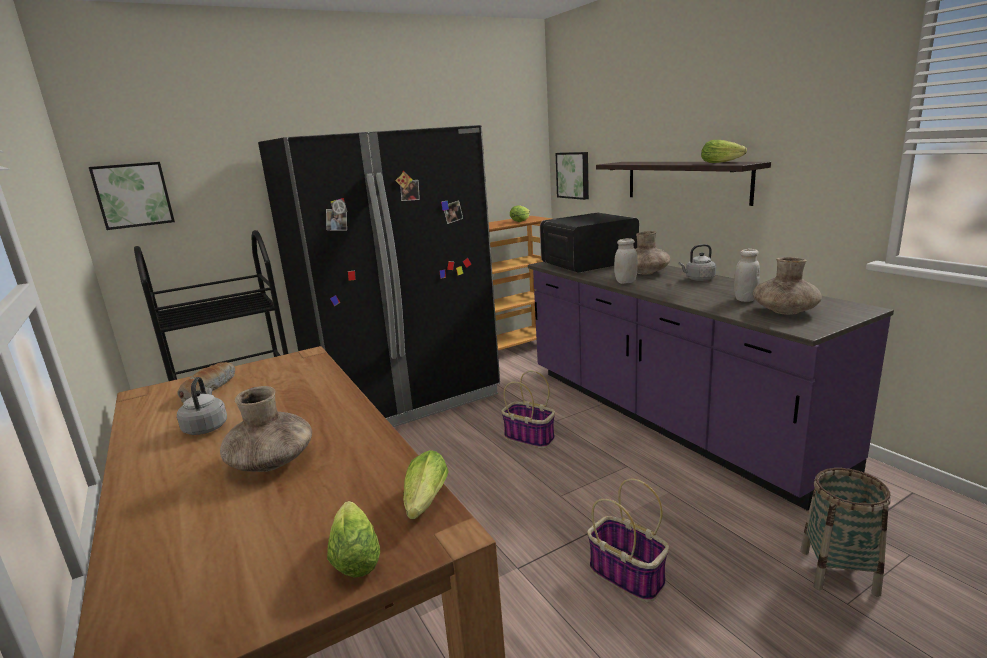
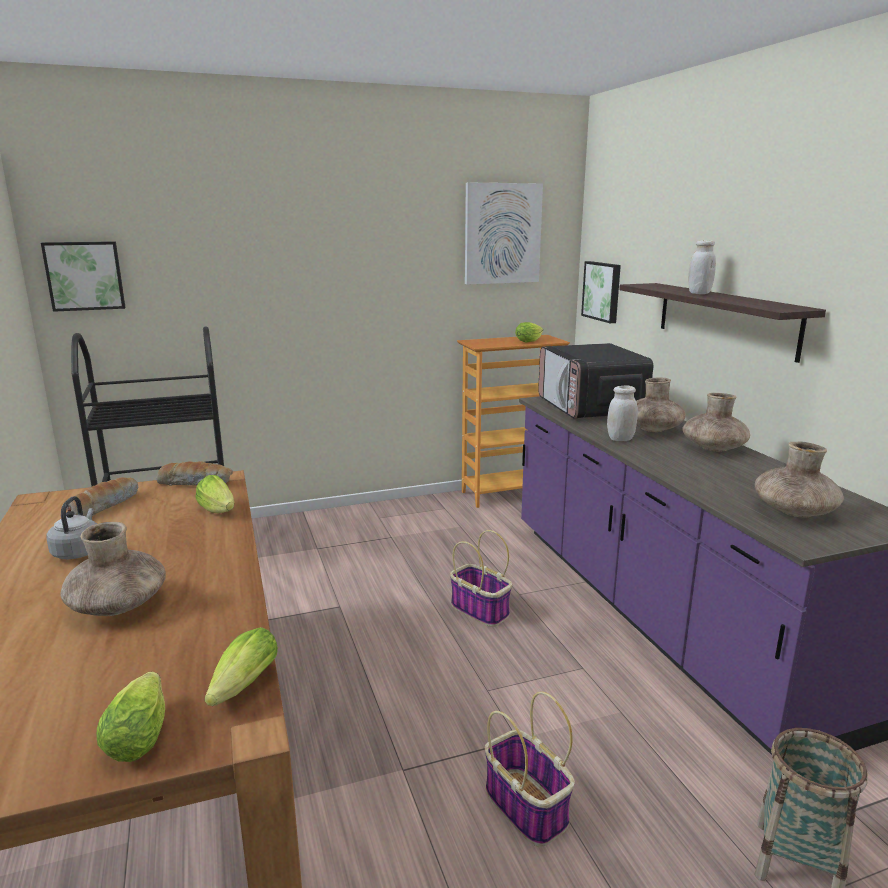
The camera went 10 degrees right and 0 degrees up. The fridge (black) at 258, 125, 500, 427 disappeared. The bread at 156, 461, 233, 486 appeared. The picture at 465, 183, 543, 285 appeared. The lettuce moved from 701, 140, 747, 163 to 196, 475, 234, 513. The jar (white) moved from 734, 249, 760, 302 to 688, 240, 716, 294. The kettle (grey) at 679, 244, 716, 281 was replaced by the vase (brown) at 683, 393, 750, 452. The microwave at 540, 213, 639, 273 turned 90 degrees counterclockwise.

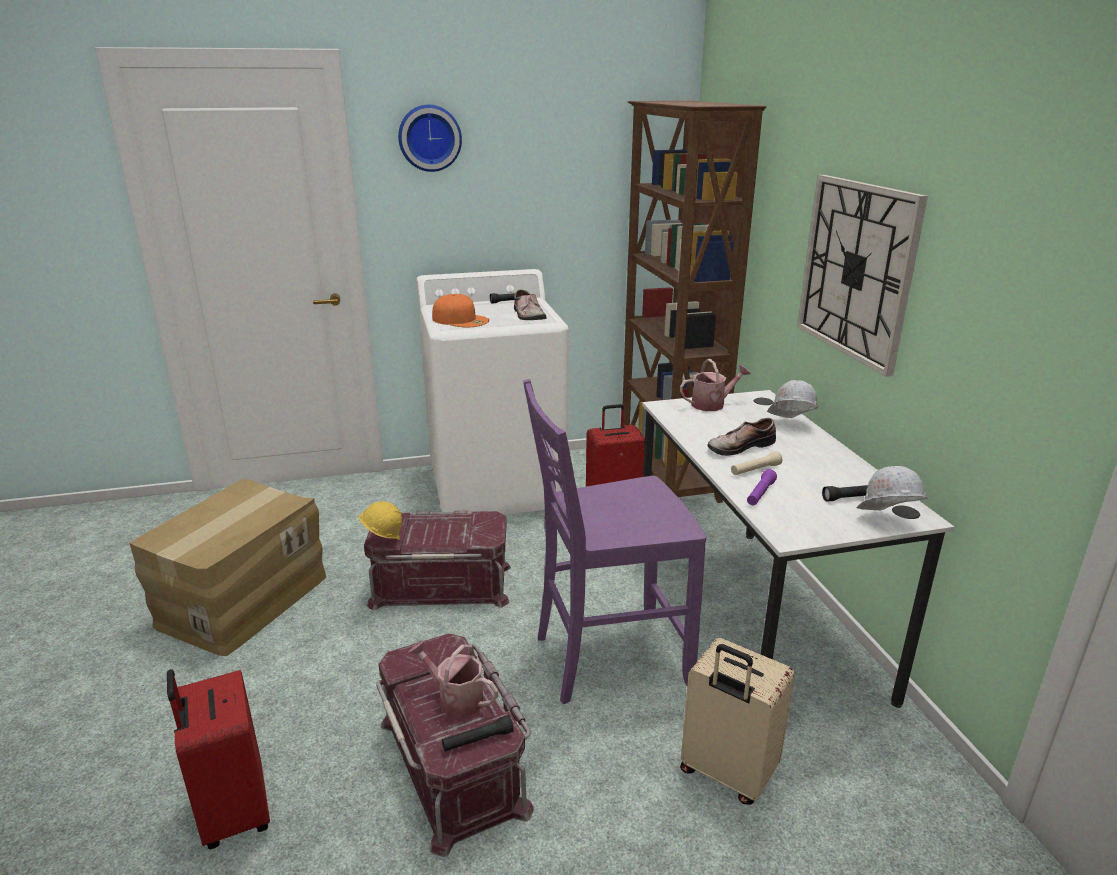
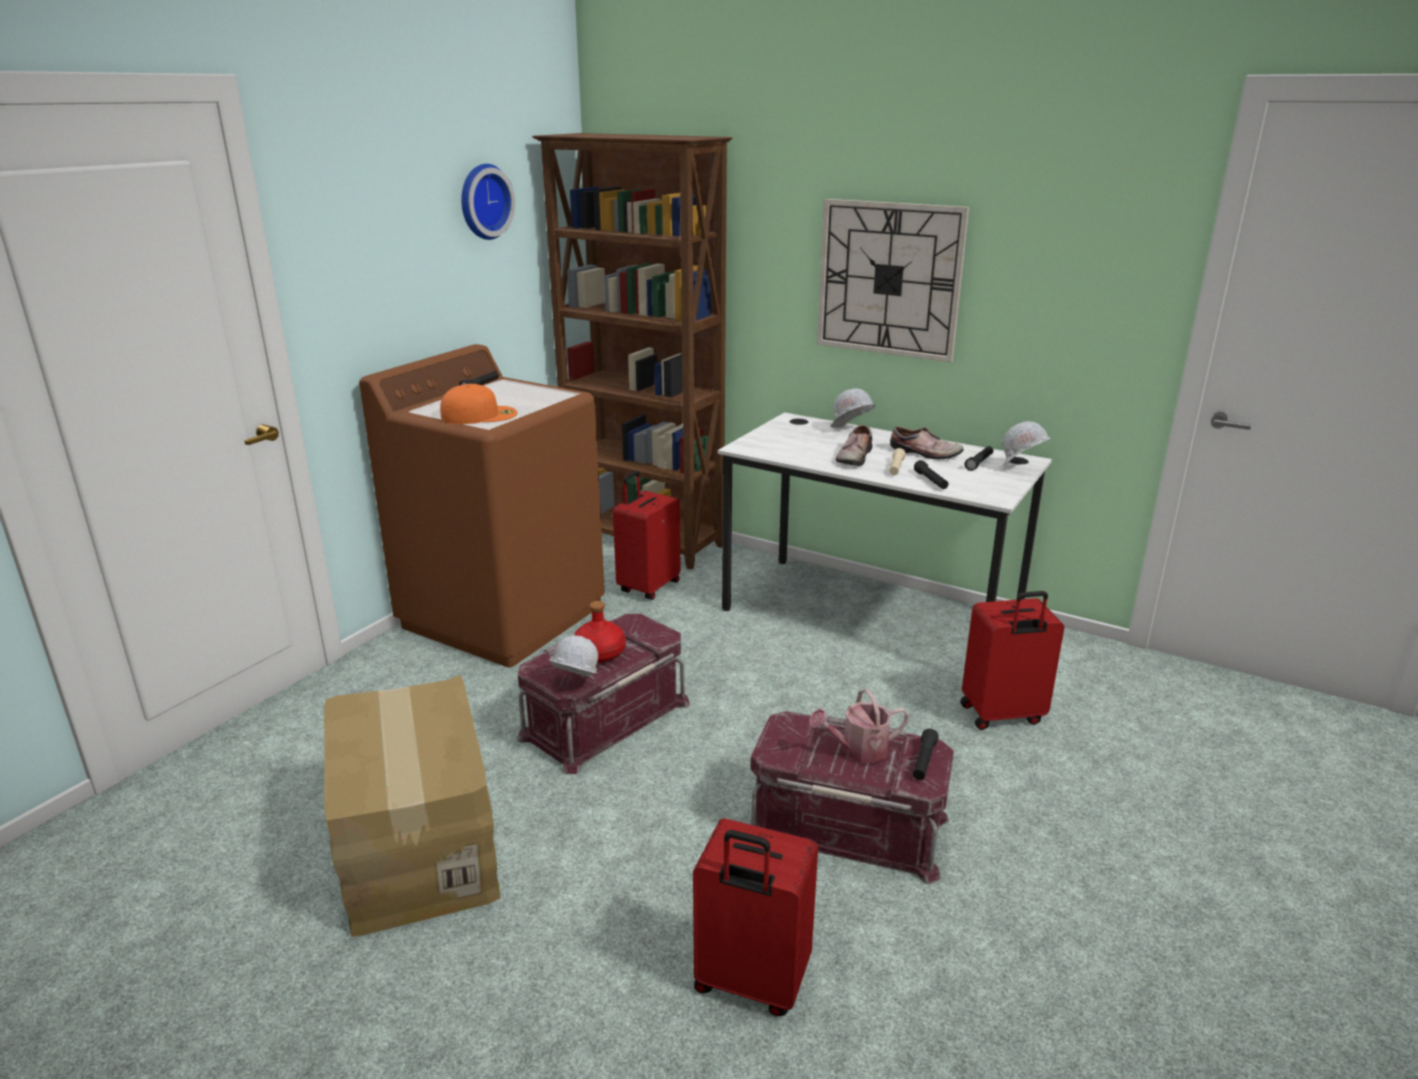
The camera went 45 degrees left and 0 degrees up. The chair (purple) at 523, 379, 706, 704 disappeared. The watering can at 680, 359, 751, 411 disappeared. The bottle (red) at 574, 601, 626, 663 appeared. The wall clock moved from 398, 105, 462, 172 to 461, 164, 515, 240. The shoe moved from 514, 289, 546, 320 to 890, 426, 963, 459. The hard hat (yellow) at 359, 501, 402, 540 became the hard hat (white) at 550, 635, 598, 677. The washing machine (white) at 416, 269, 569, 515 became the washing machine (brown) at 359, 344, 605, 667. The suitcase (beige) at 680, 638, 795, 805 became the suitcase (red) at 961, 591, 1064, 730. The flashlight (purple) at 747, 469, 777, 505 became the flashlight (black) at 914, 460, 949, 489.

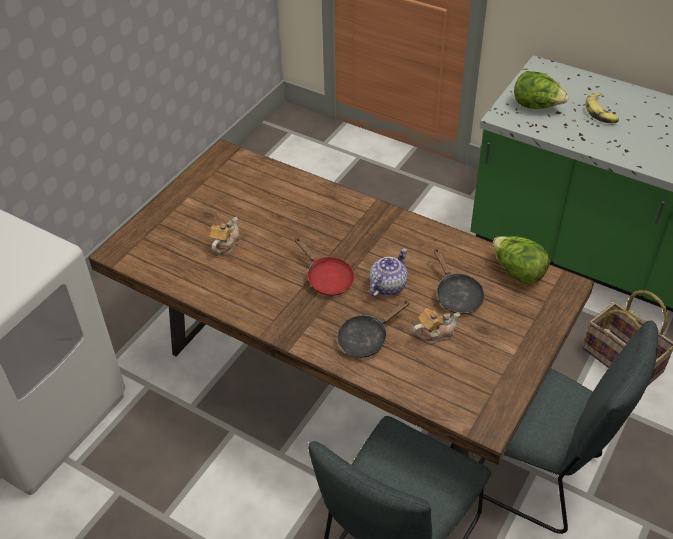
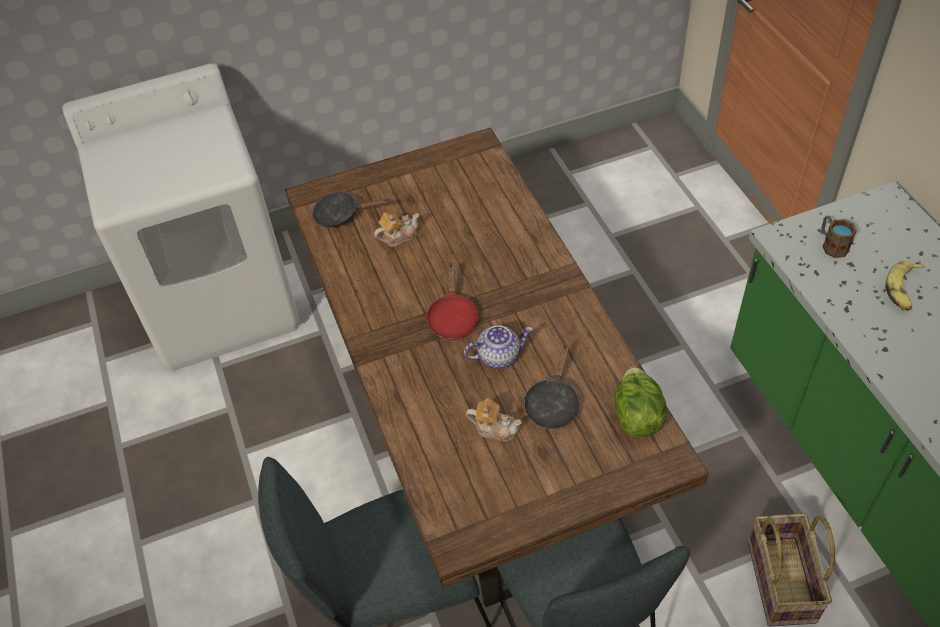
The camera went 40 degrees right and 5 degrees up. The frying pan (black) moved from 337, 300, 410, 358 to 312, 191, 390, 228. The lettuce at 514, 71, 569, 109 was replaced by the mug at 821, 216, 857, 258.

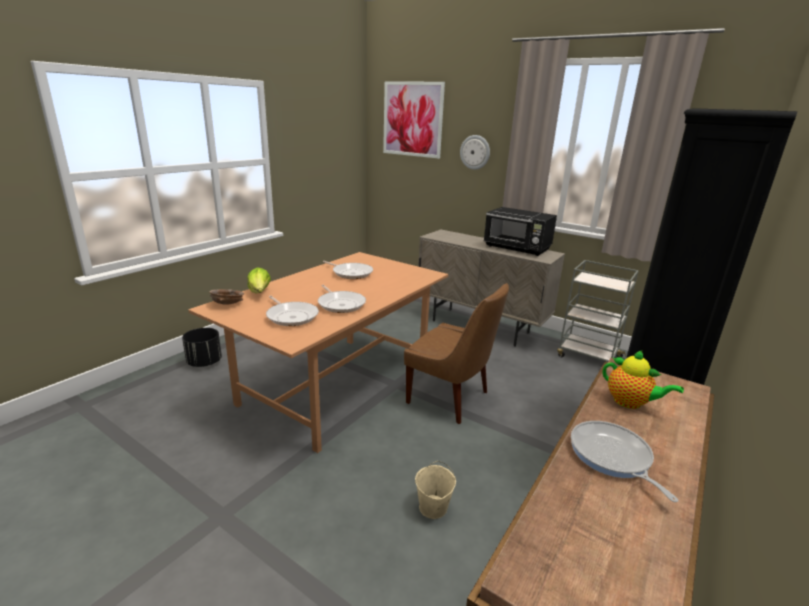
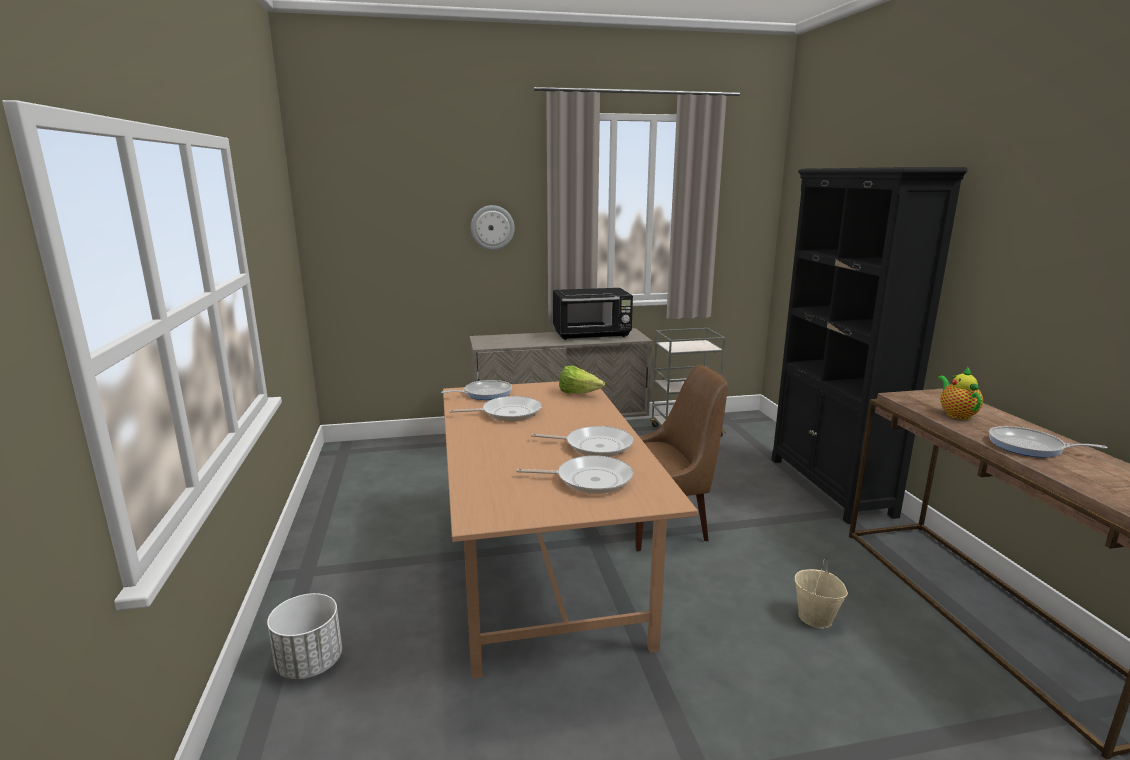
The camera went 45 degrees left and 5 degrees down. The bowl (brown) at 209, 289, 244, 305 disappeared. The picture at 383, 82, 445, 158 disappeared. The frying pan at 441, 380, 512, 400 appeared. The lettuce moved from 247, 268, 271, 293 to 559, 365, 605, 394. The planter (black) at 182, 328, 222, 367 became the planter (white) at 267, 593, 342, 679. The teapot at 602, 350, 684, 409 turned 90 degrees counterclockwise.

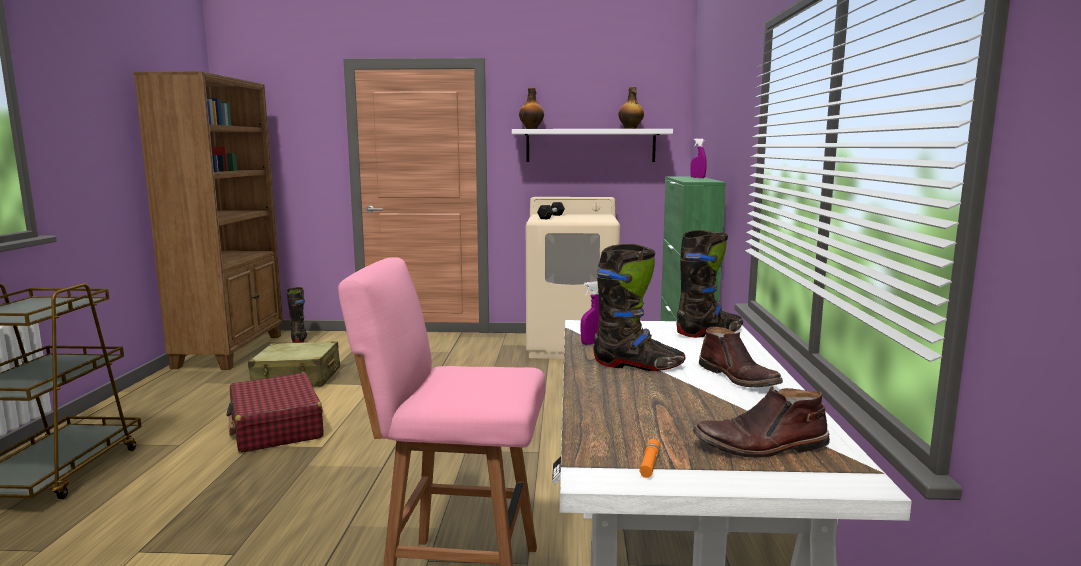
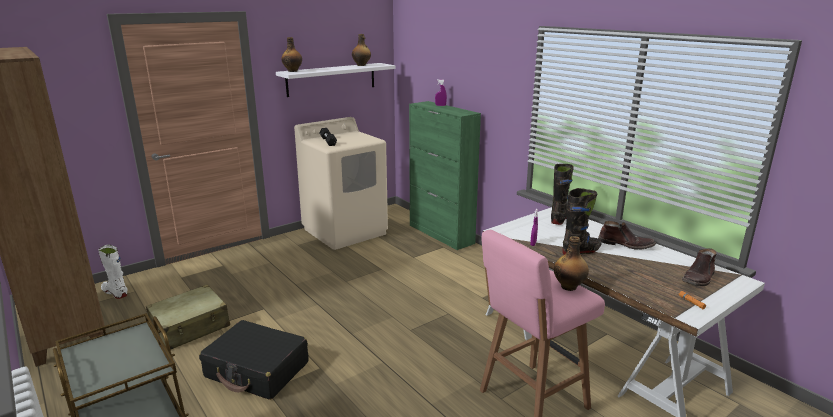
The camera went 40 degrees left and 10 degrees up. The bottle at 554, 236, 589, 291 appeared. The suitcase (red) at 227, 373, 324, 453 became the suitcase (black) at 199, 320, 309, 400. The boot (black) at 286, 287, 307, 343 became the boot (white) at 98, 245, 128, 299.

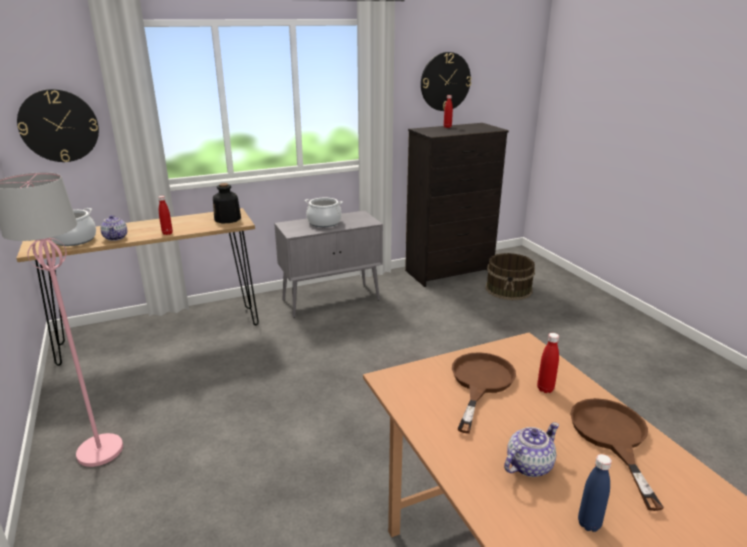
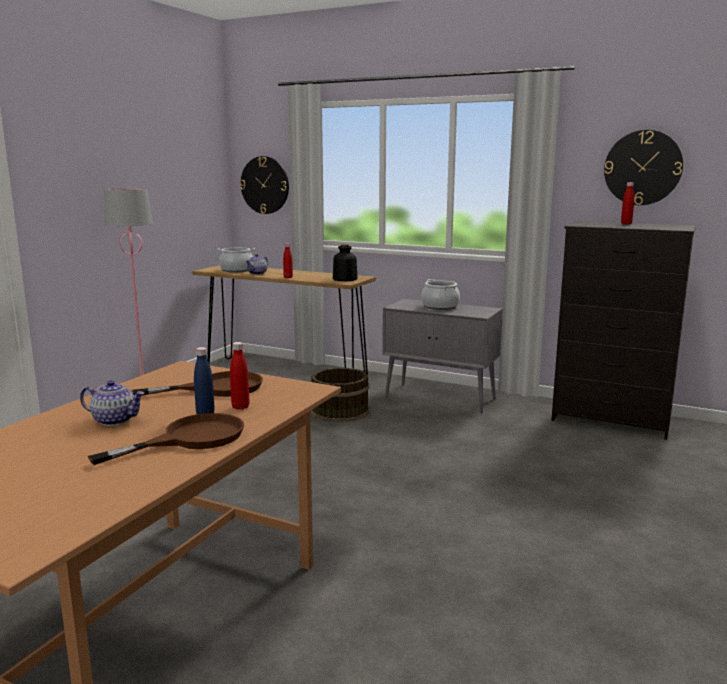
The camera went 50 degrees right and 10 degrees down. The bucket (brown) moved from 485, 253, 535, 300 to 311, 368, 369, 422. The bottle (blue) moved from 578, 454, 612, 532 to 194, 347, 215, 414.

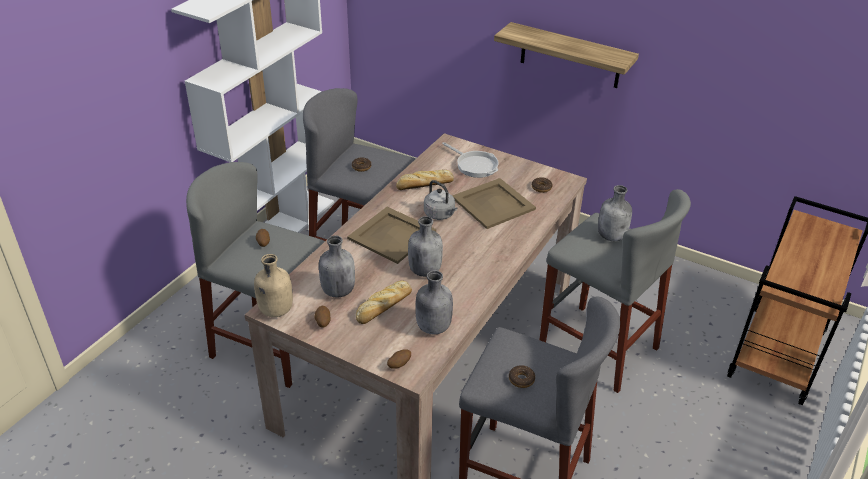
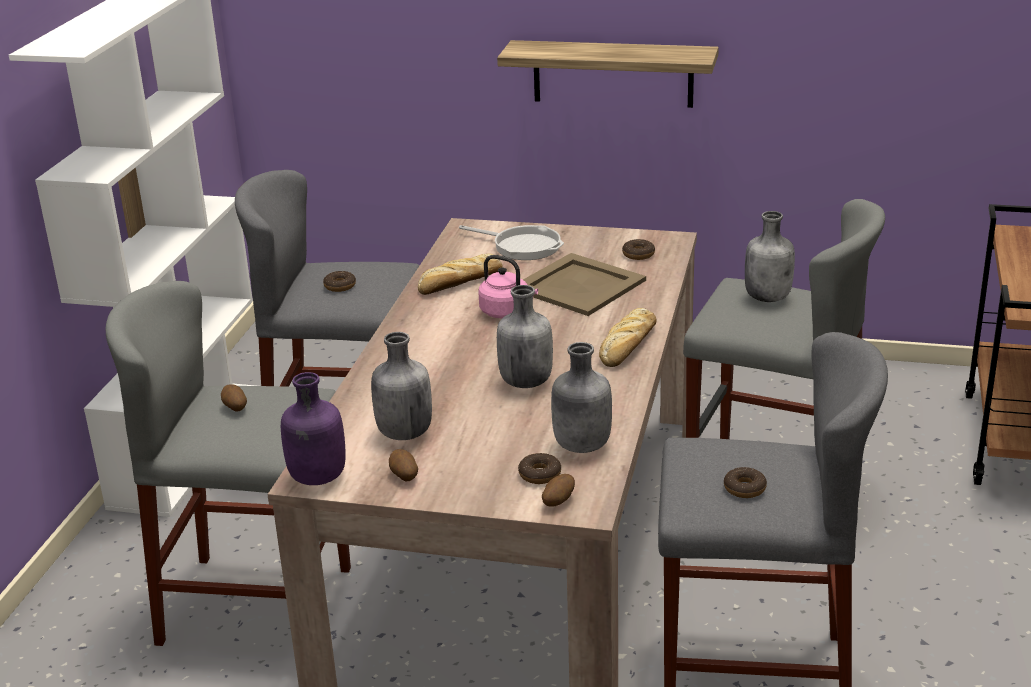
The camera went 15 degrees left and 10 degrees down. The tray (beige) at 347, 207, 436, 264 disappeared. The donut at 518, 453, 561, 484 appeared. The bread moved from 356, 280, 412, 324 to 599, 308, 657, 367. The bottle (beige) at 254, 254, 293, 317 became the bottle (purple) at 281, 372, 346, 485. The kettle (grey) at 424, 180, 457, 220 became the kettle (pink) at 479, 255, 538, 319.

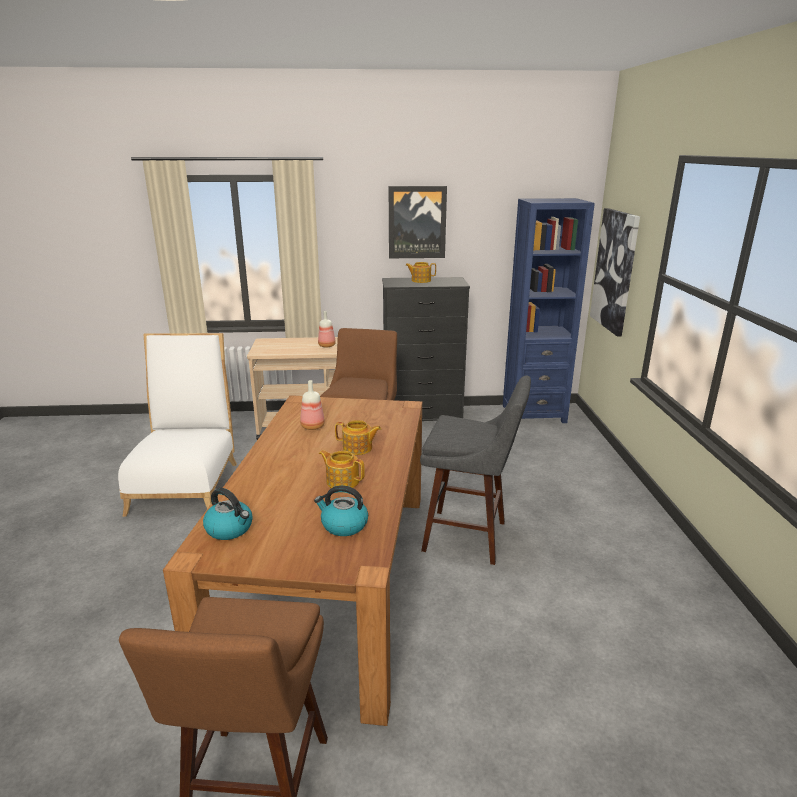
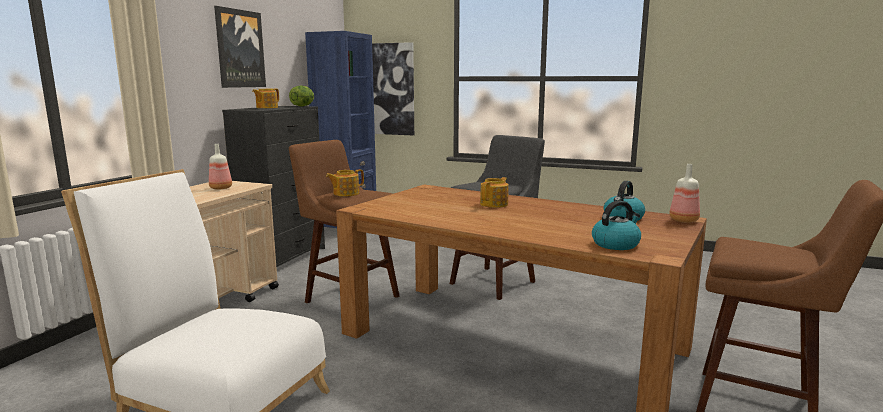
The camera went 65 degrees left and 10 degrees down. The lettuce at 289, 85, 314, 107 appeared. The bottle moved from 300, 380, 325, 430 to 669, 164, 700, 222. The teapot moved from 319, 450, 365, 488 to 326, 169, 364, 196.

